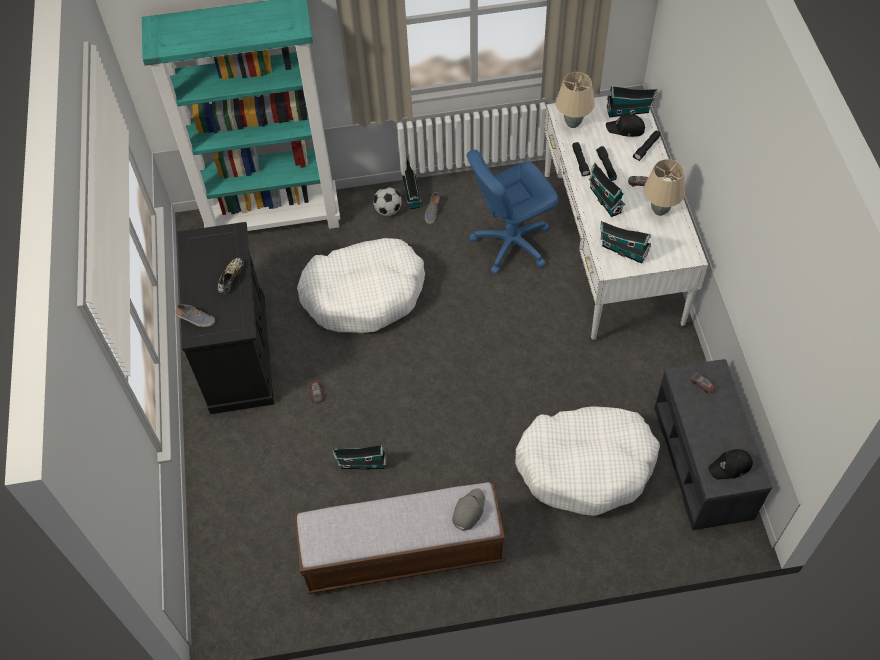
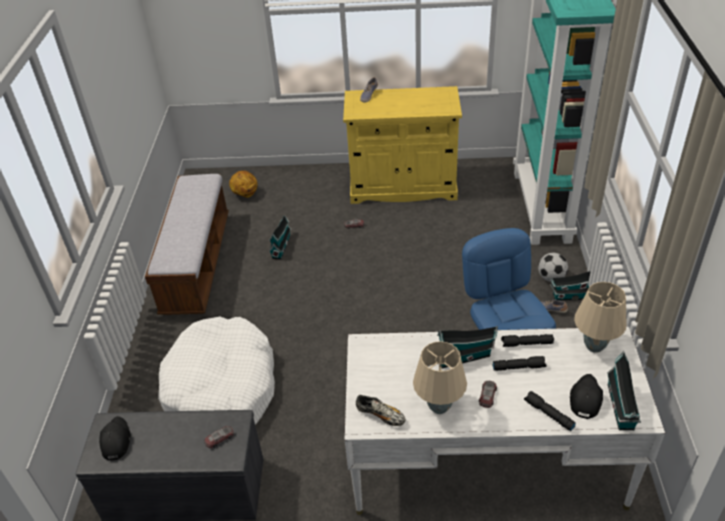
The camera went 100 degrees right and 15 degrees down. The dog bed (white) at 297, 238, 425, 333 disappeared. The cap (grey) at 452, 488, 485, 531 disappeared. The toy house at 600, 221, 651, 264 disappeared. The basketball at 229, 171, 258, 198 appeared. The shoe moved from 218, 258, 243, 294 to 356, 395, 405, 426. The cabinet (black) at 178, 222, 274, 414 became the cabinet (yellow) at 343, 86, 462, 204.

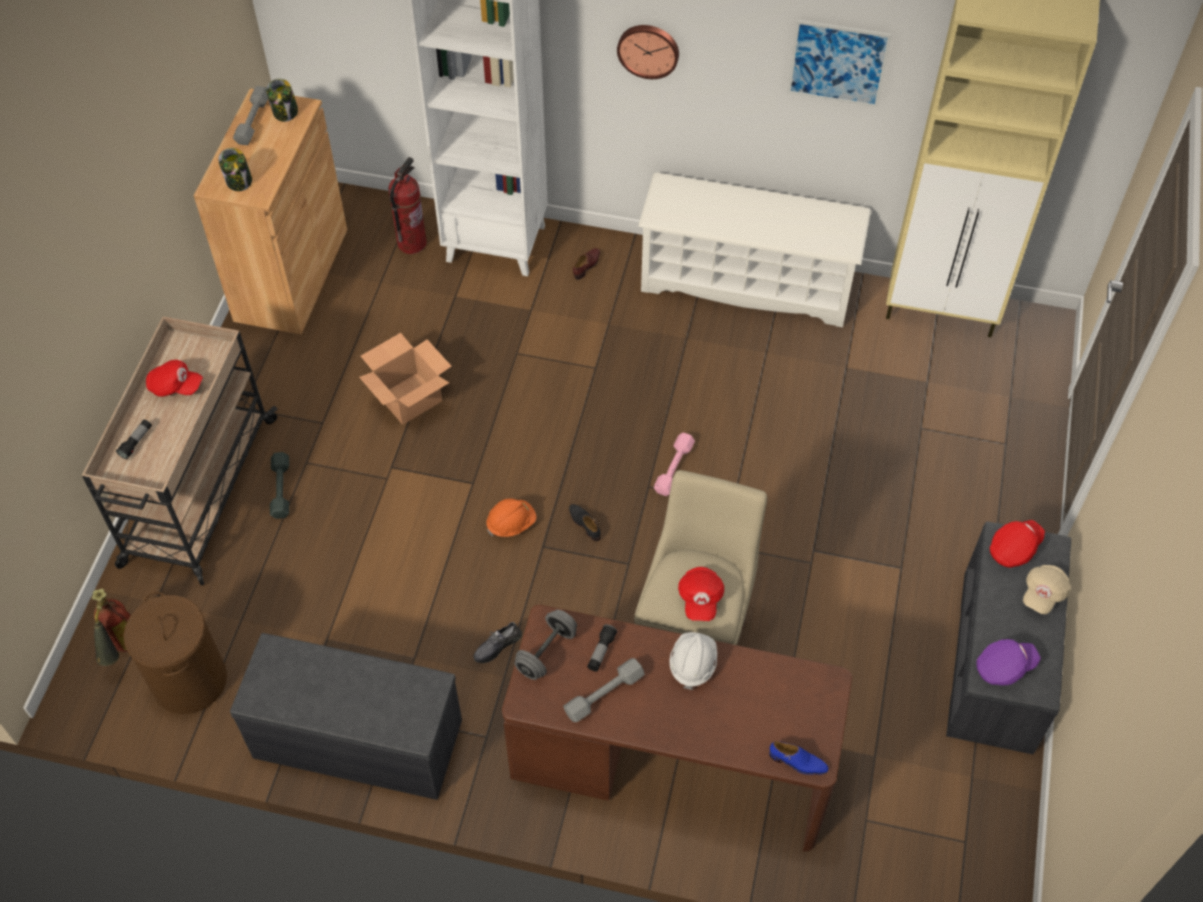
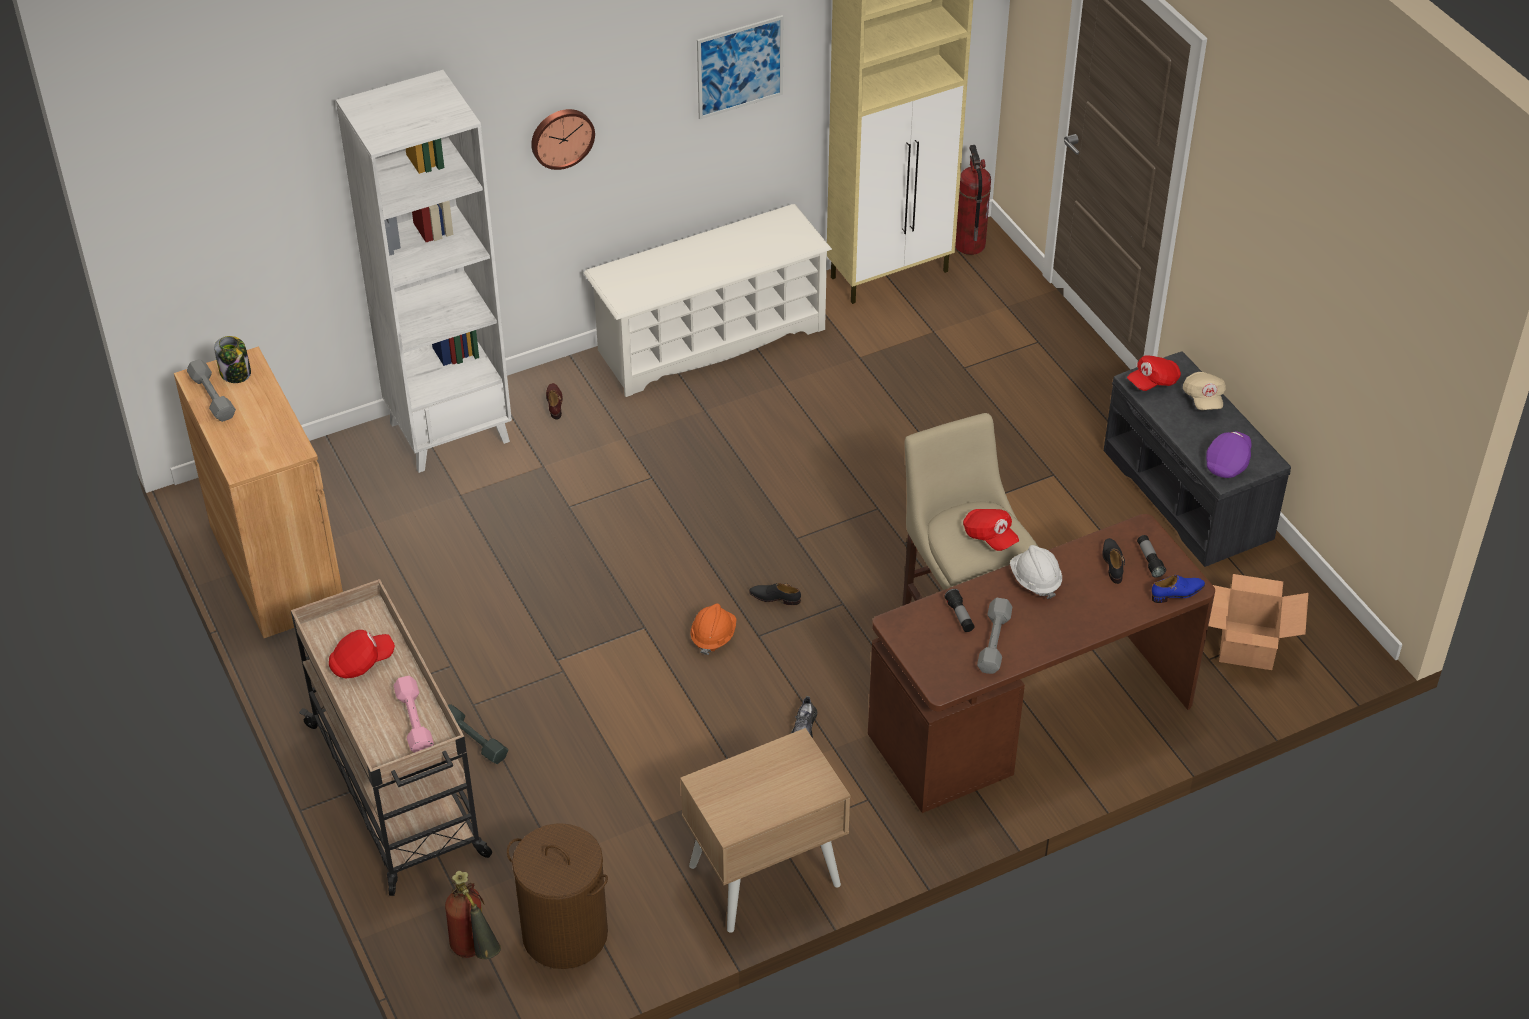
The camera went 40 degrees left and 10 degrees down. The jar at 218, 148, 252, 191 disappeared. The dumbbell (grey) at 514, 609, 577, 680 disappeared. The shoe (black) at 1102, 538, 1125, 584 appeared. The flashlight moved from 116, 420, 152, 459 to 1137, 535, 1166, 578. The cardboard box moved from 359, 333, 452, 425 to 1208, 574, 1309, 670. The fire extinguisher moved from 388, 157, 427, 254 to 955, 145, 991, 255. The dumbbell (pink) moved from 654, 433, 695, 496 to 394, 676, 434, 753. The bench (grey) at 230, 633, 462, 800 was replaced by the nightstand (beige) at 680, 728, 851, 933. The cap (red) at 990, 520, 1045, 568 turned 135 degrees counterclockwise.

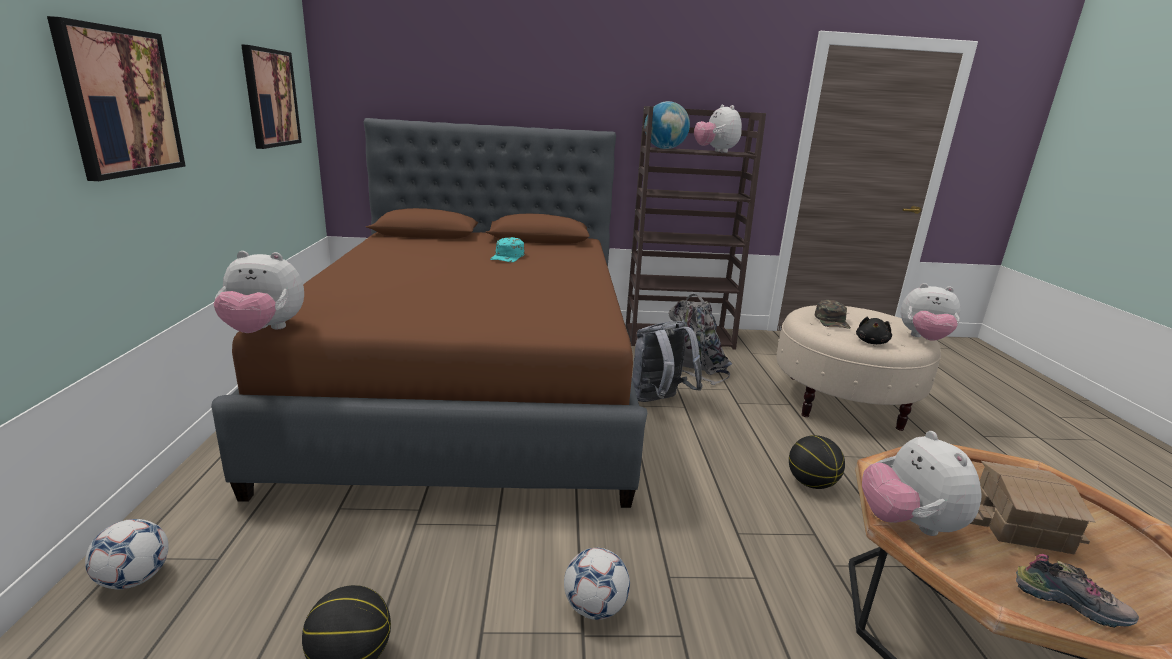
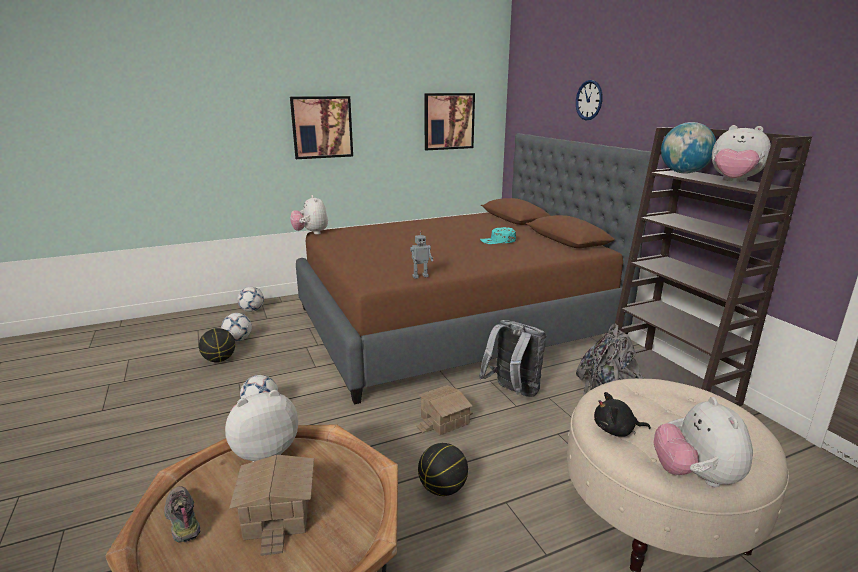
The camera went 70 degrees right and 0 degrees up. The cap (green) at 815, 300, 851, 329 disappeared. The football at 221, 313, 252, 342 appeared. The toy robot at 410, 230, 433, 279 appeared. The toy house at 417, 385, 473, 435 appeared. The wall clock at 576, 80, 603, 120 appeared. The plush toy at 694, 105, 742, 153 turned 105 degrees counterclockwise. The shoe at 1016, 554, 1139, 628 turned 135 degrees clockwise.

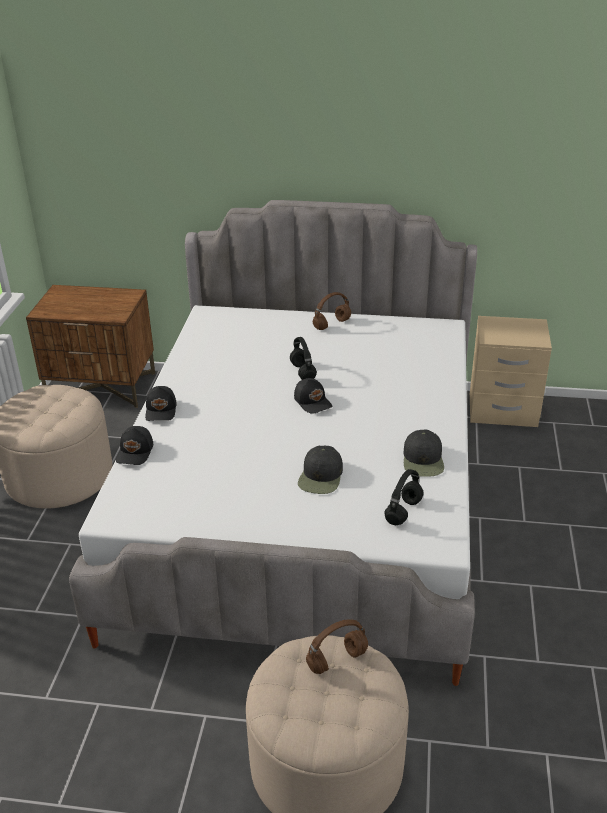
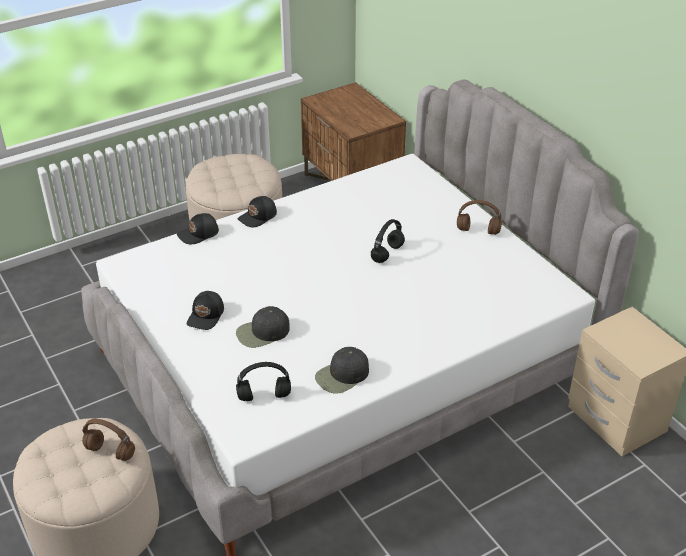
The camera went 50 degrees right and 5 degrees up. The cap (black) moved from 294, 378, 332, 414 to 187, 291, 224, 330.

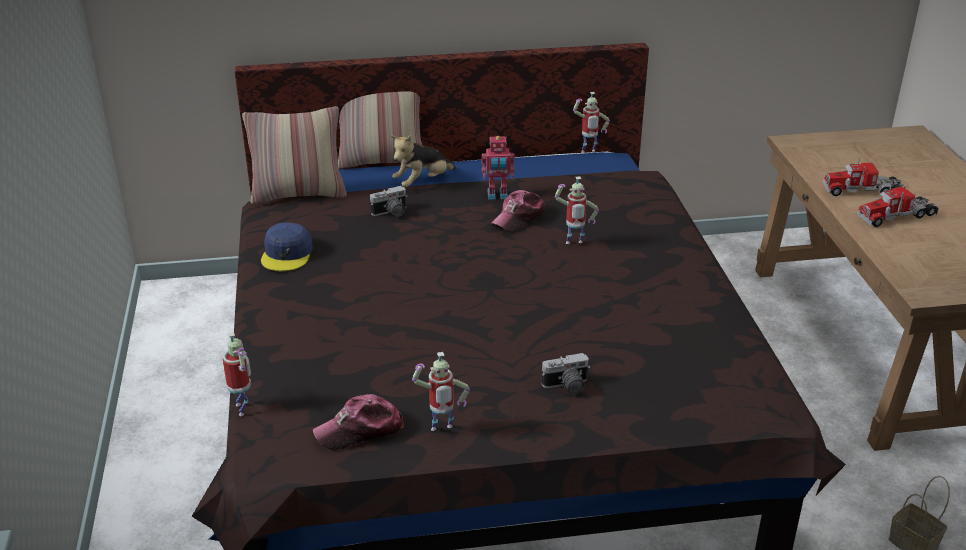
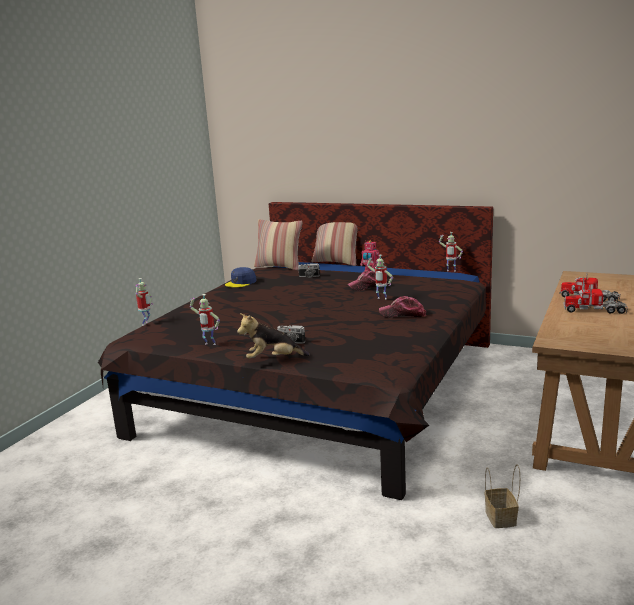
The camera went 35 degrees right and 15 degrees down. The cap moved from 313, 394, 404, 450 to 379, 296, 426, 318. The plush toy moved from 391, 136, 456, 187 to 237, 313, 310, 359.

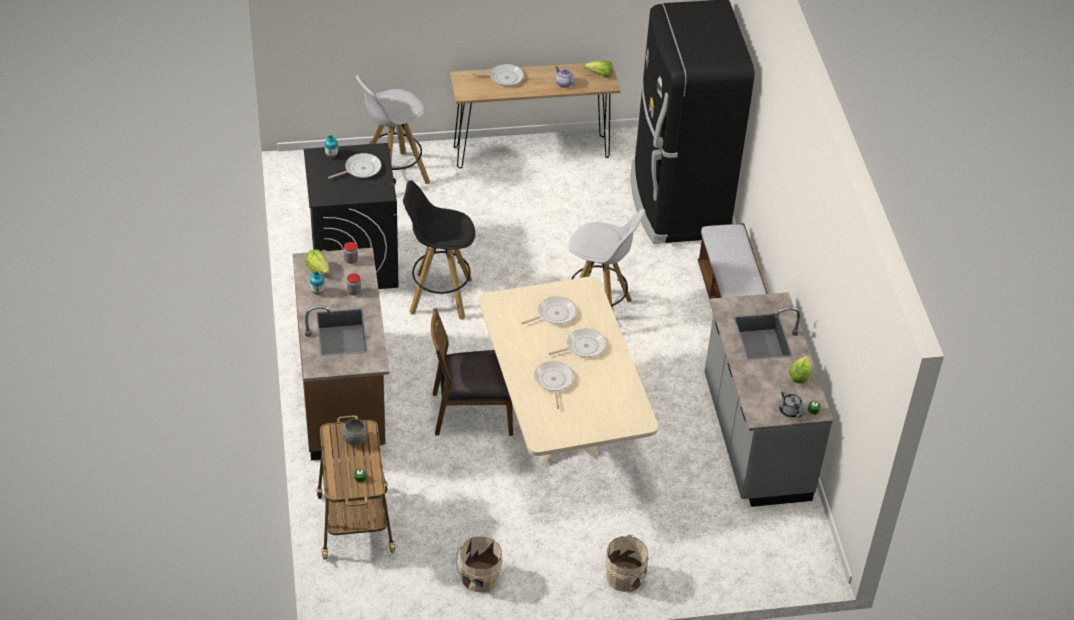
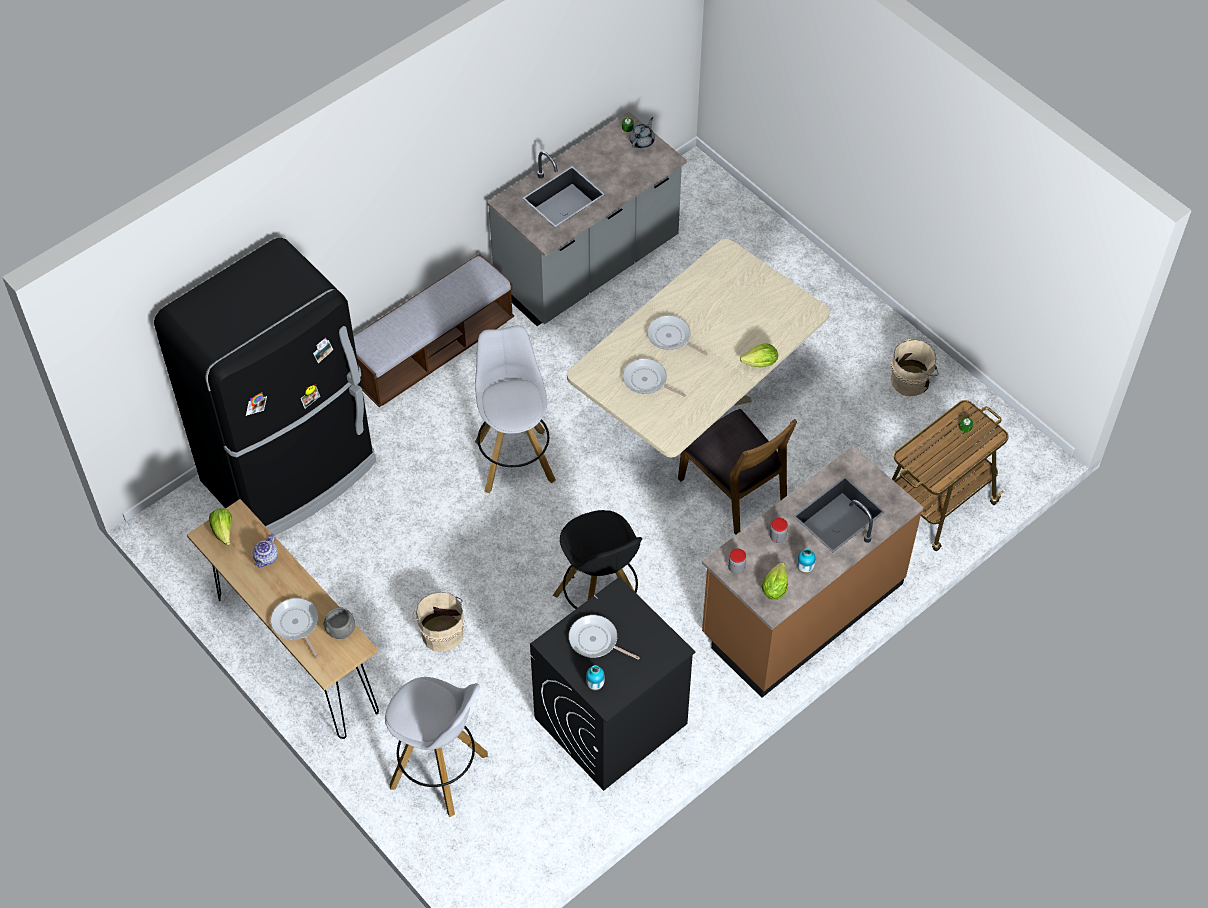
The camera went 120 degrees left and 10 degrees up. The frying pan at 534, 361, 573, 409 disappeared. The bowl (grey) moved from 342, 418, 368, 445 to 323, 607, 355, 639. The bucket (beige) moved from 605, 534, 649, 592 to 412, 592, 465, 652. The lettuce moved from 789, 356, 811, 384 to 740, 343, 778, 367.

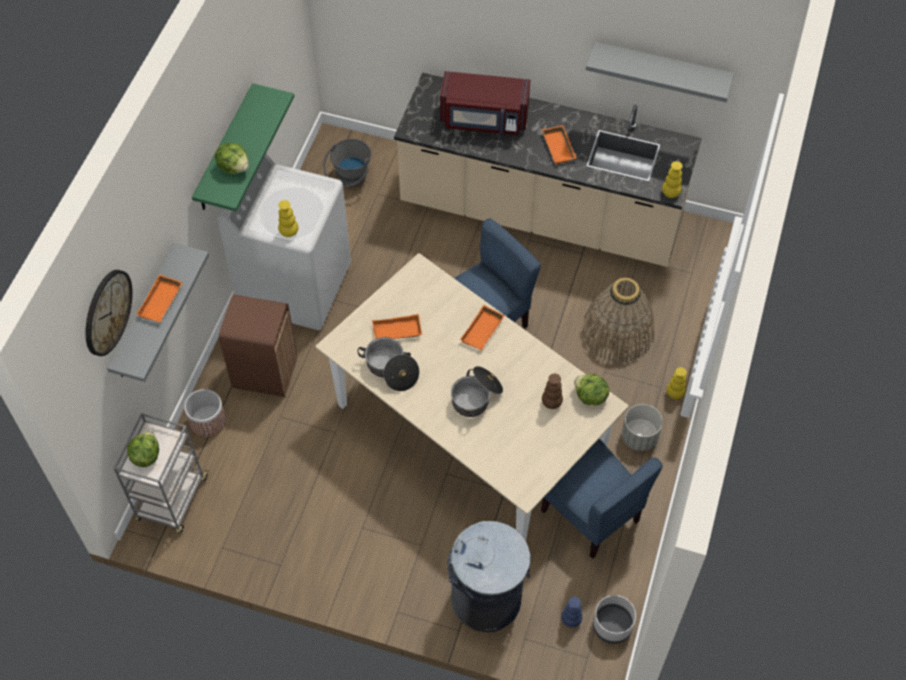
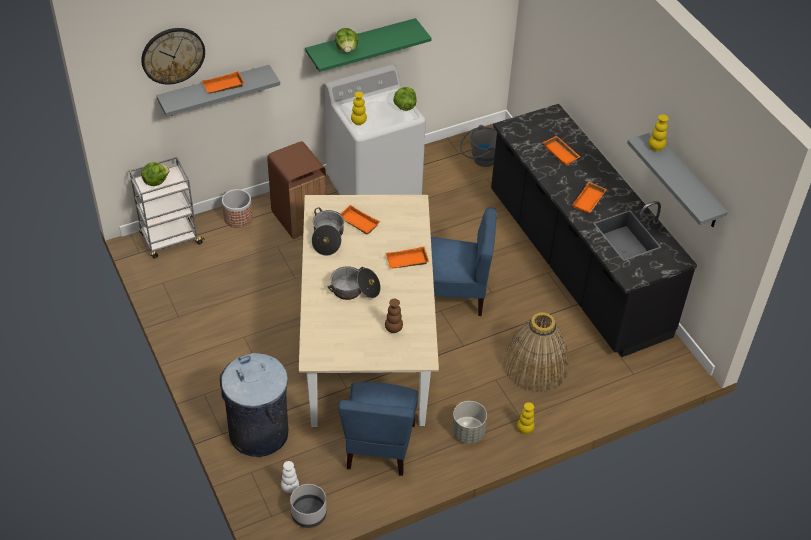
The camera went 45 degrees right and 10 degrees down. The lettuce moved from 574, 374, 610, 406 to 393, 87, 417, 111. The vase (yellow) moved from 662, 161, 683, 198 to 649, 114, 669, 151. The microwave (red) at 440, 71, 530, 135 was replaced by the tray (orange) at 543, 136, 580, 166. The counter (beige) at 394, 73, 702, 267 became the counter (black) at 491, 104, 697, 357. The vase (blue) at 561, 597, 582, 627 became the vase (white) at 281, 461, 299, 493.

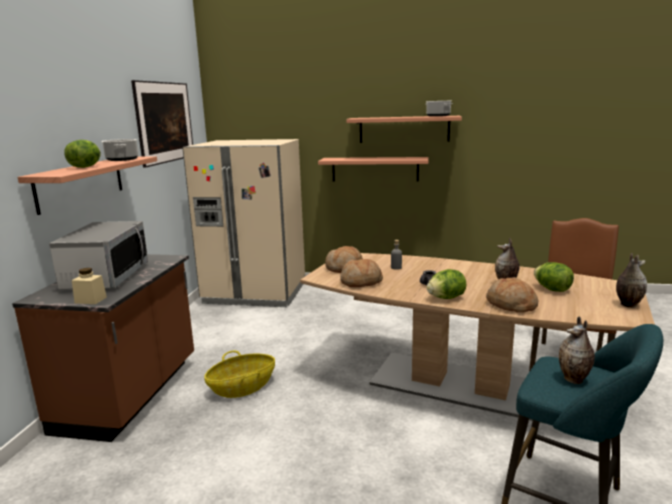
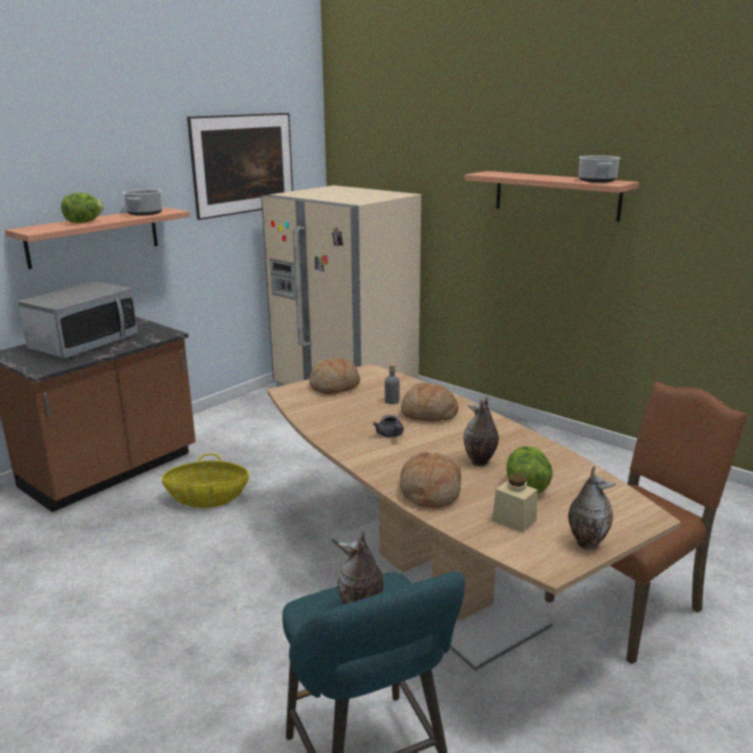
The camera went 30 degrees right and 5 degrees up. The shelf at 318, 157, 428, 182 disappeared. The lettuce at 426, 269, 466, 299 disappeared. The jar (beige) moved from 72, 268, 107, 304 to 492, 473, 537, 533. The bread moved from 340, 259, 383, 287 to 401, 382, 458, 422.

